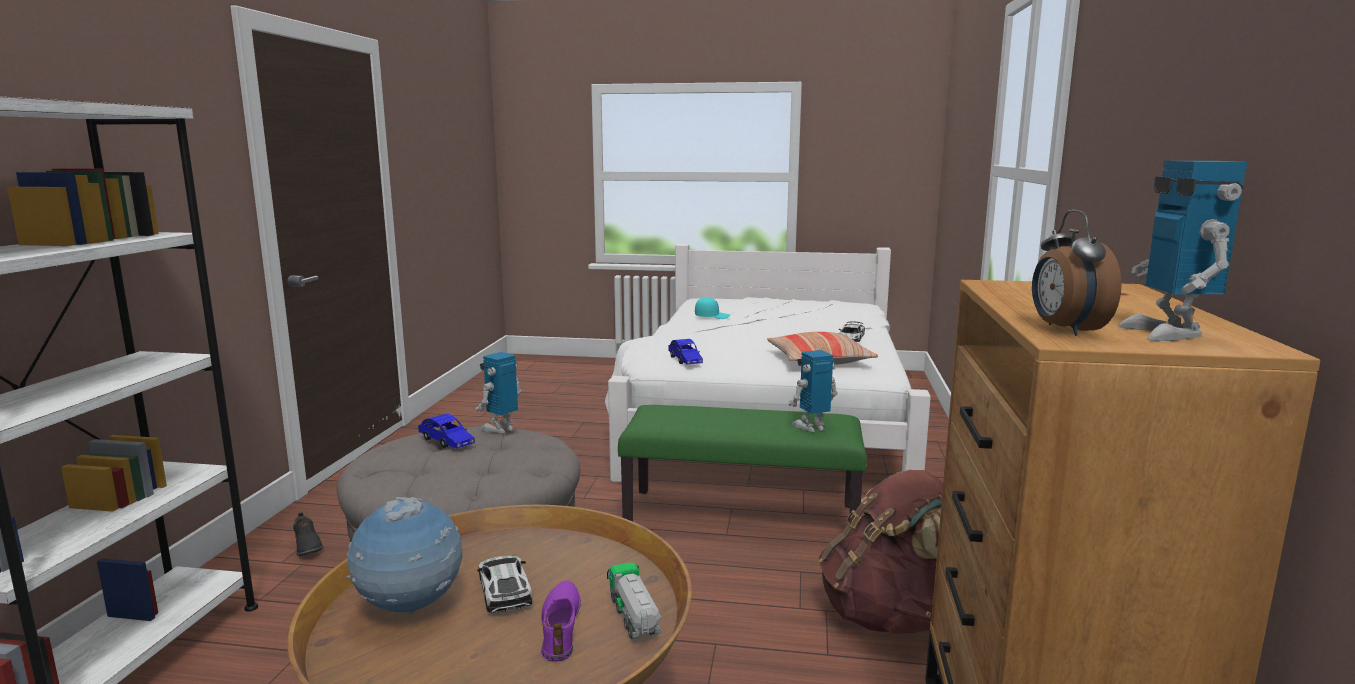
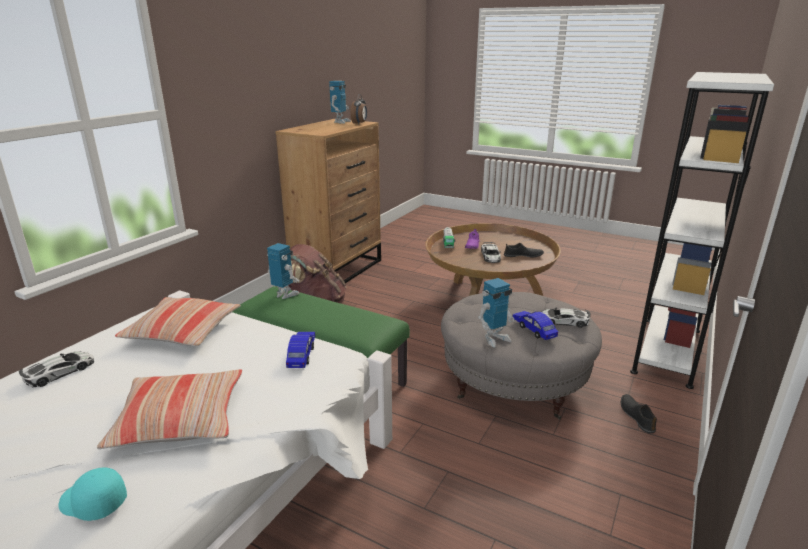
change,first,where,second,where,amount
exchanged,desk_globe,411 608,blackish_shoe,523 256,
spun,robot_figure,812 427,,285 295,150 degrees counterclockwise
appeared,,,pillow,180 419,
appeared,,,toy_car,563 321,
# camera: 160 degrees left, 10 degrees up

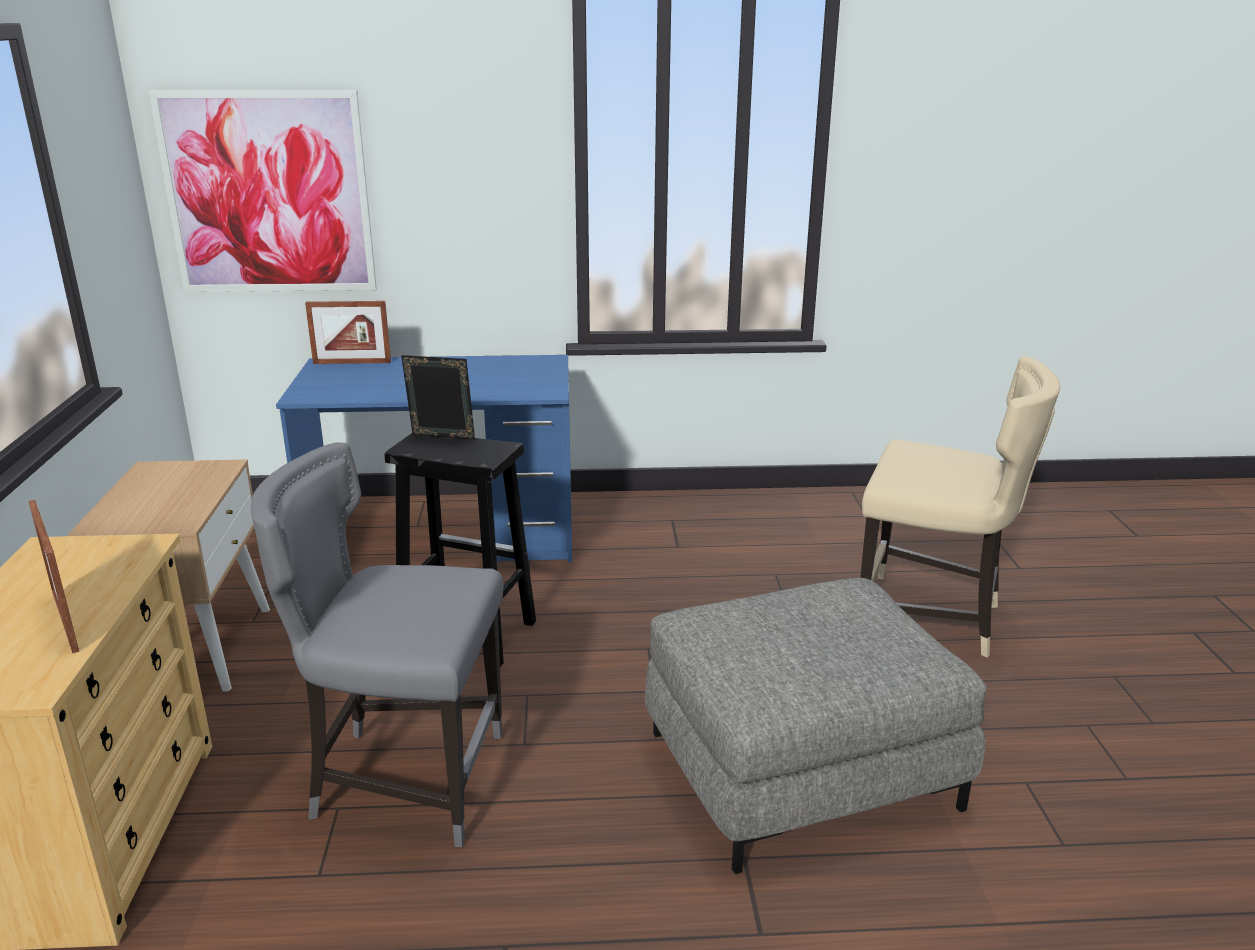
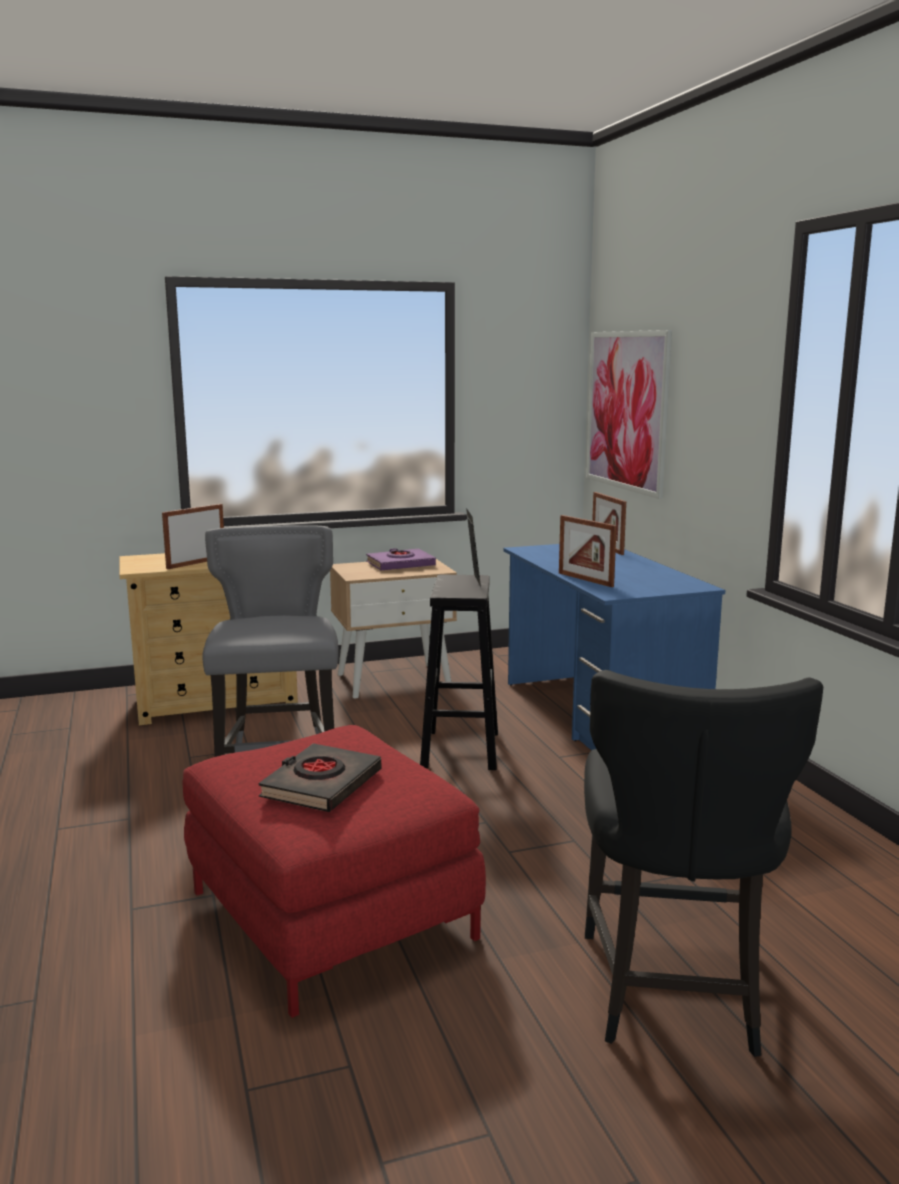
change,first,where,second,where,amount
colour,gray_pouffe,801 768,red-coloured_pouffe,333 914,
colour,beige_upright_chair,931 618,blackish_upright_chair,673 993,
appeared,,,blackish_volume,321 785,
appeared,,,purple_volume,400 565,
appeared,,,photo_frame,585 579,
# camera: 75 degrees right, 10 degrees down

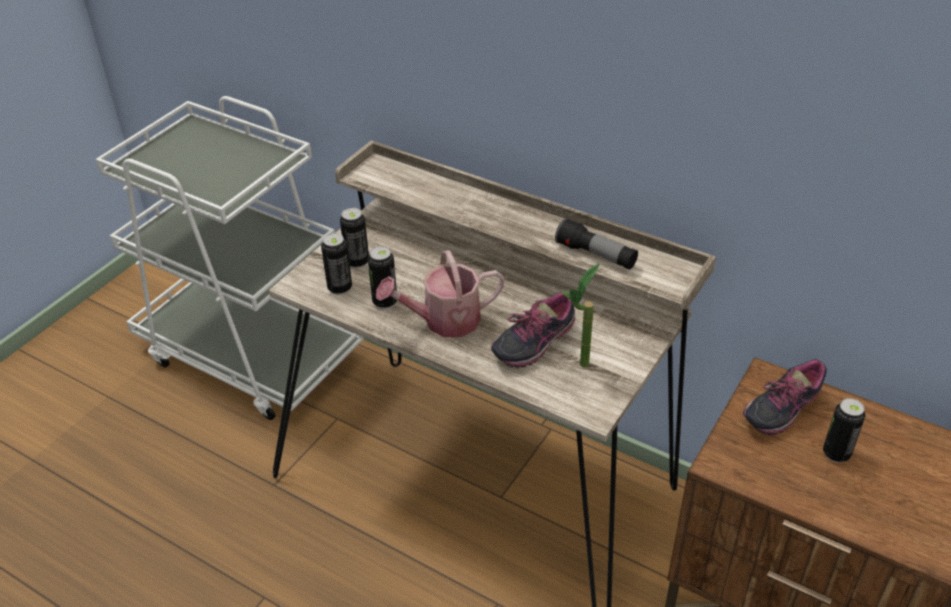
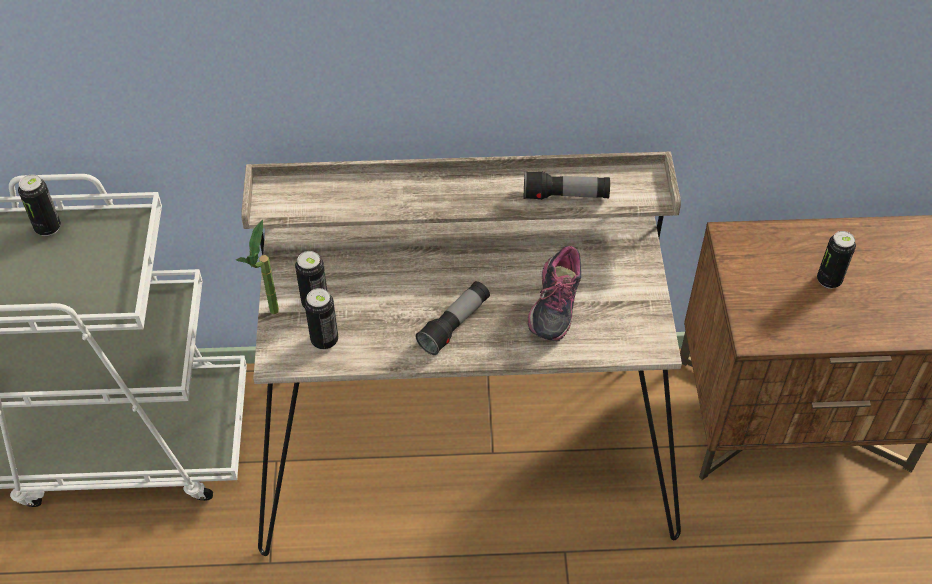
change,first,where,second,where,amount
relocated,can,385 302,,48 228,
exchanged,sprinkling_can,443 321,hand_torch,454 325,
relocated,potted_plant,577 369,,271 318,
missing,shoe,780 410,,,
# camera: 35 degrees left, 10 degrees up

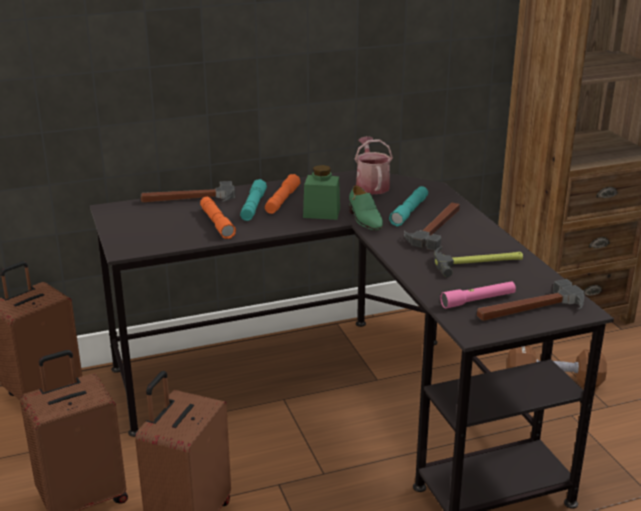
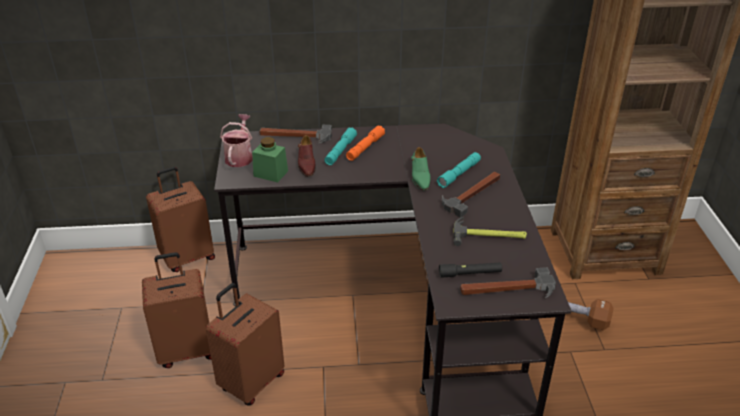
change,first,where,second,where,amount
exchanged,orange-coloured_hand_torch,217 223,brown_shoe,306 164,
relocated,green_storage_jar,321 213,,270 173,
relocated,sprinkling_can,371 185,,240 156,
colour,pinkish_hand_torch,478 300,blackish_hand_torch,470 273,
# camera: 15 degrees right, 10 degrees up

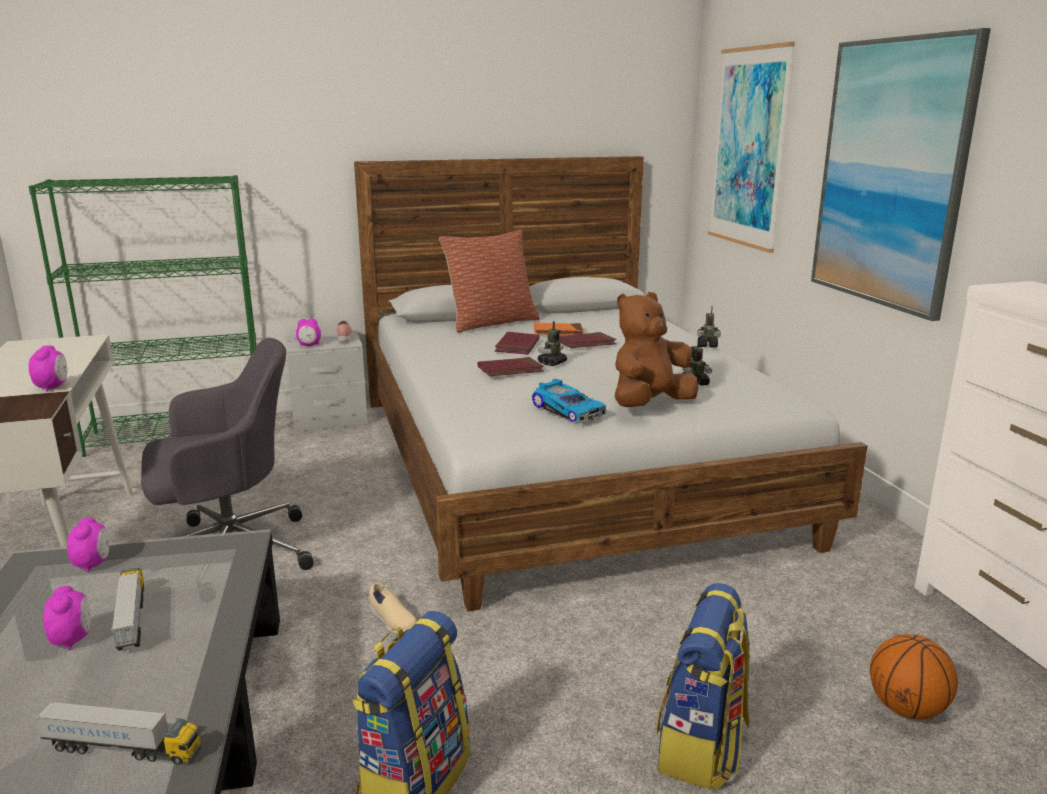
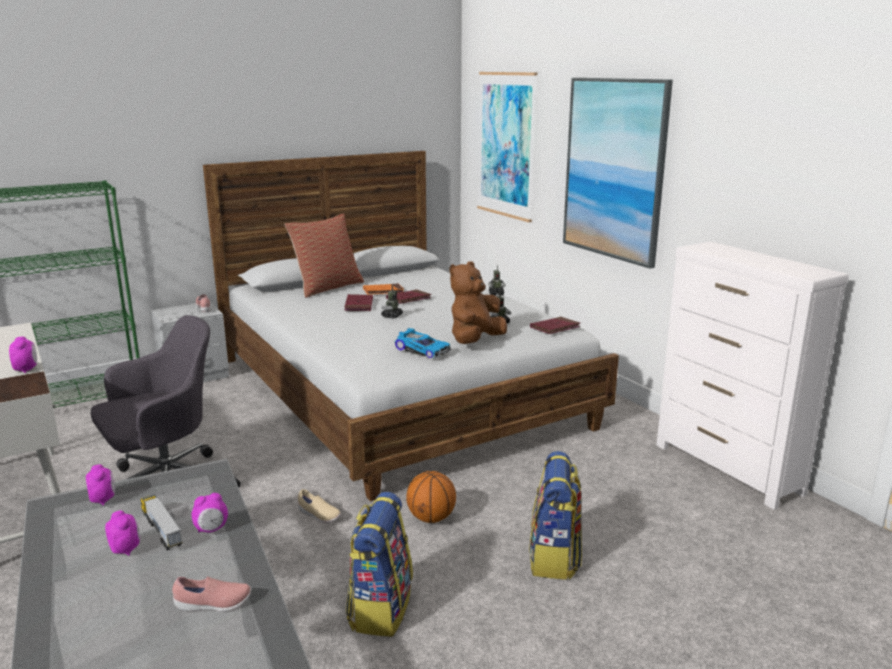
change,first,where,second,where,amount
exchanged,toy_lorry,123 749,pinkish_shoe,213 604,
relocated,table_clock,309 345,,211 529,
relocated,red-coloured_volume,510 370,,555 328,
relocated,basketball_ball,906 709,,431 518,
# camera: 15 degrees left, 0 degrees up

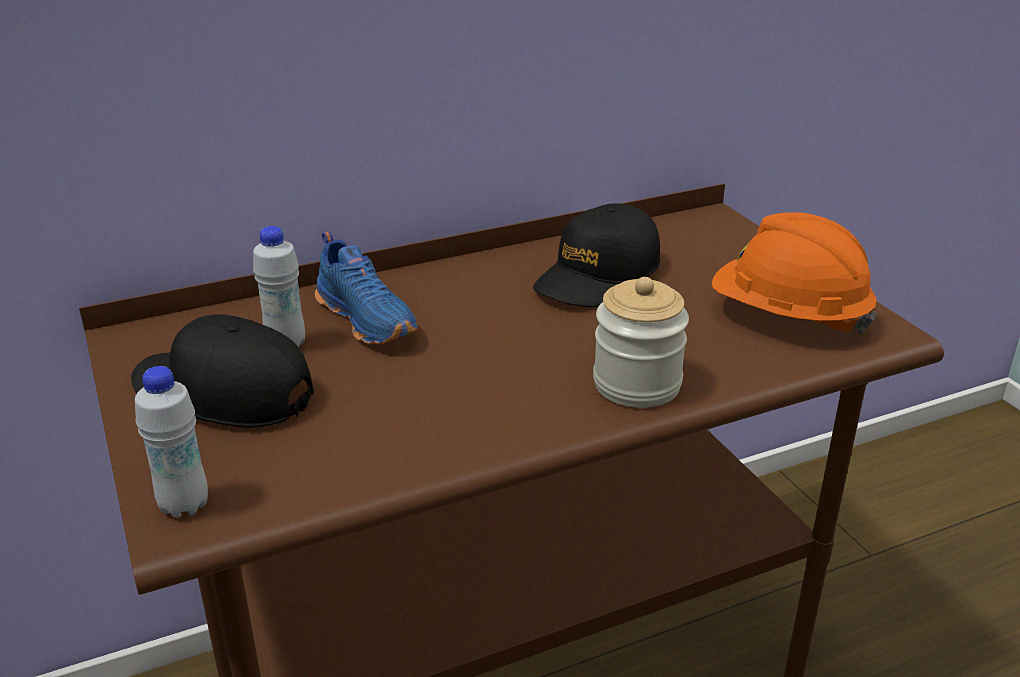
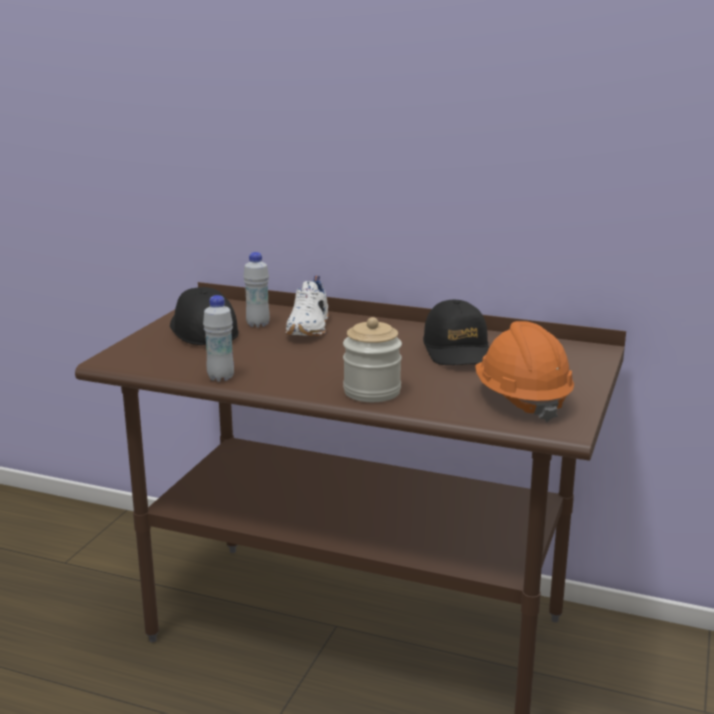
change,first,where,second,where,amount
relocated,whitish_bottle,184 505,,220 378,
colour,bluish_shoe,368 319,whitish_shoe,310 328,
spun,blackish_peaked_cap,598 276,,457 350,90 degrees counterclockwise
# camera: 45 degrees right, 10 degrees down

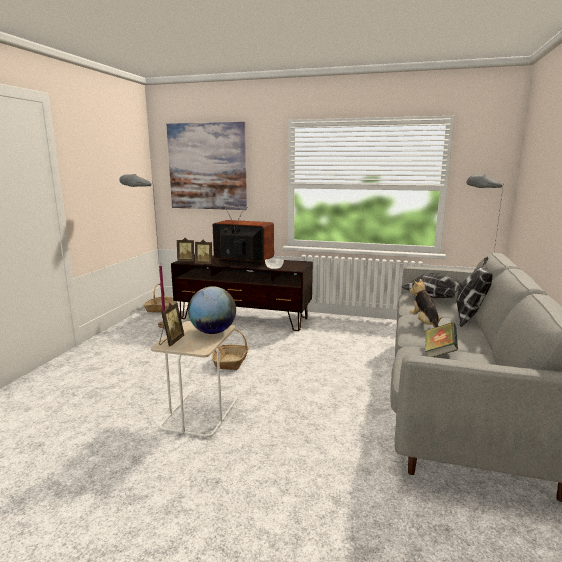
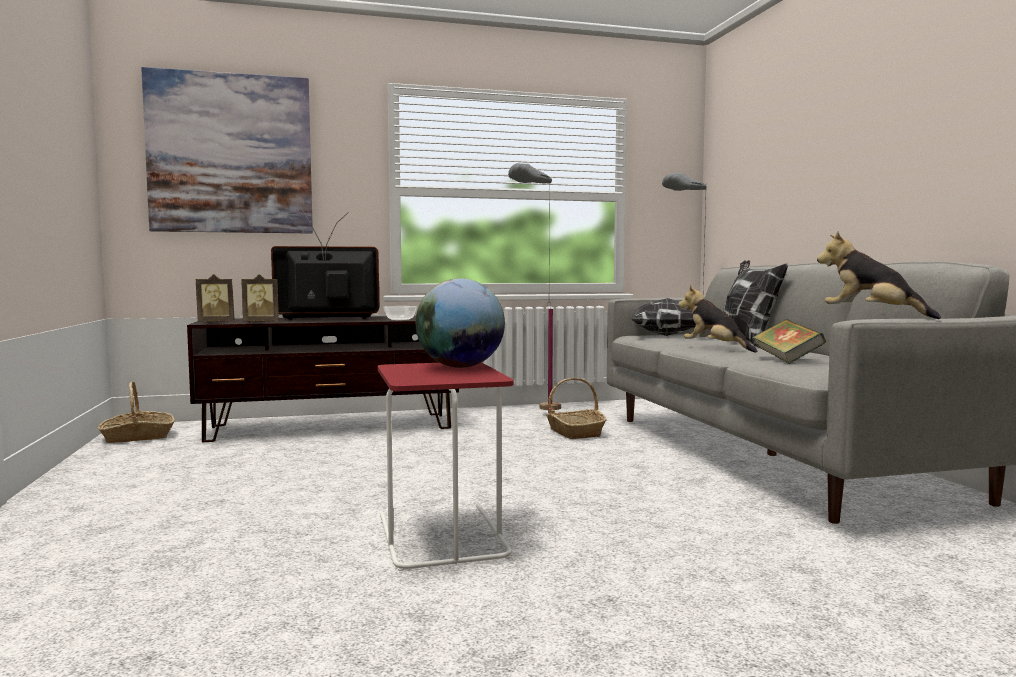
change,first,where,second,where,amount
relocated,gray_standing_lamp,153 330,,535 417,
colour,beige_accent_table,199 412,red-coloured_accent_table,440 535,
missing,photo_frame,171 341,,,
relocated,storage_basket,231 362,,574 432,
appeared,,,plush_toy,872 316,
# camera: 30 degrees left, 10 degrees down

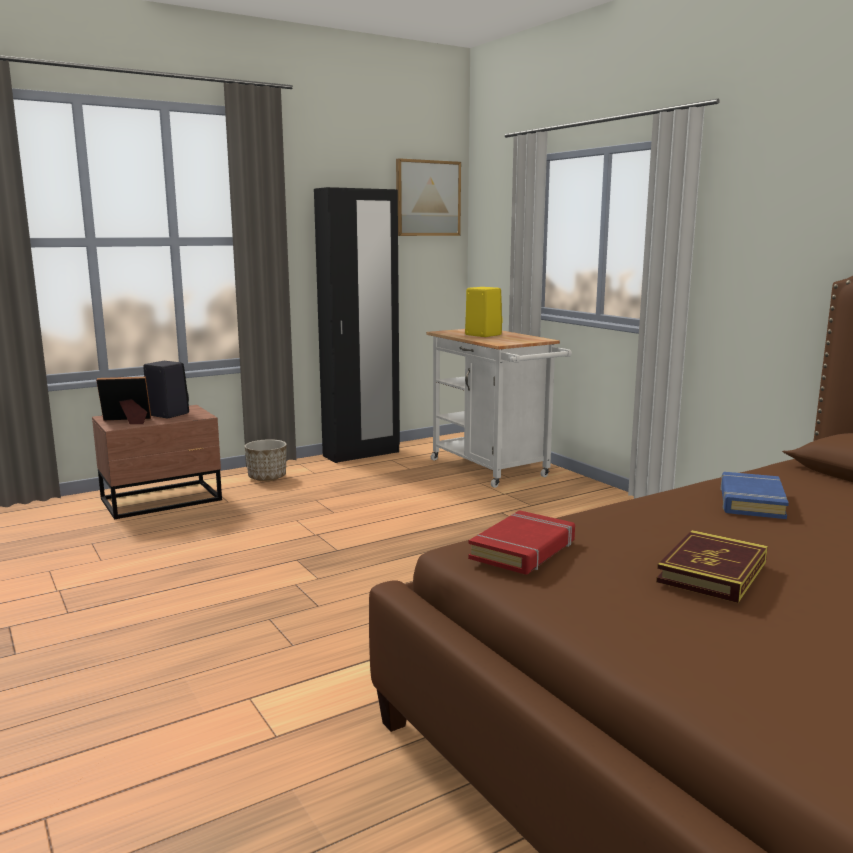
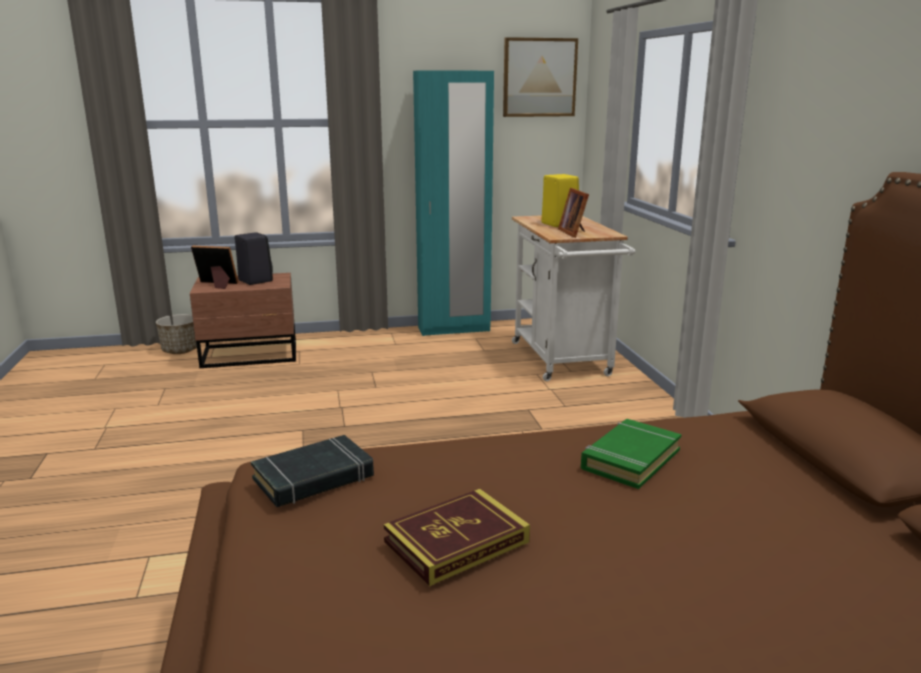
change,first,where,second,where,amount
relocated,flower_pot,267 477,,180 350,
colour,blackish_armoire,361 454,turquoise_armoire,454 329,
colour,red-coloured_volume,523 550,blackish_volume,314 478,
colour,bluish_volume,751 502,green_volume,630 459,
appeared,,,photo_frame,574 233,
# camera: 20 degrees right, 5 degrees up

